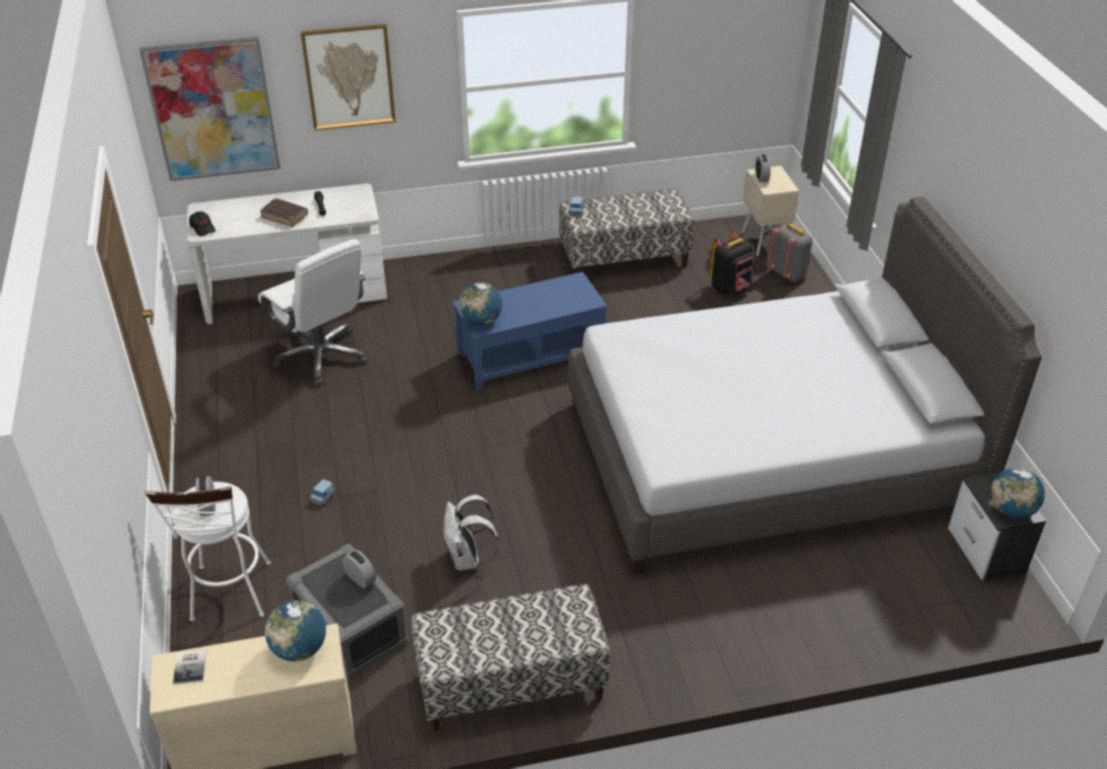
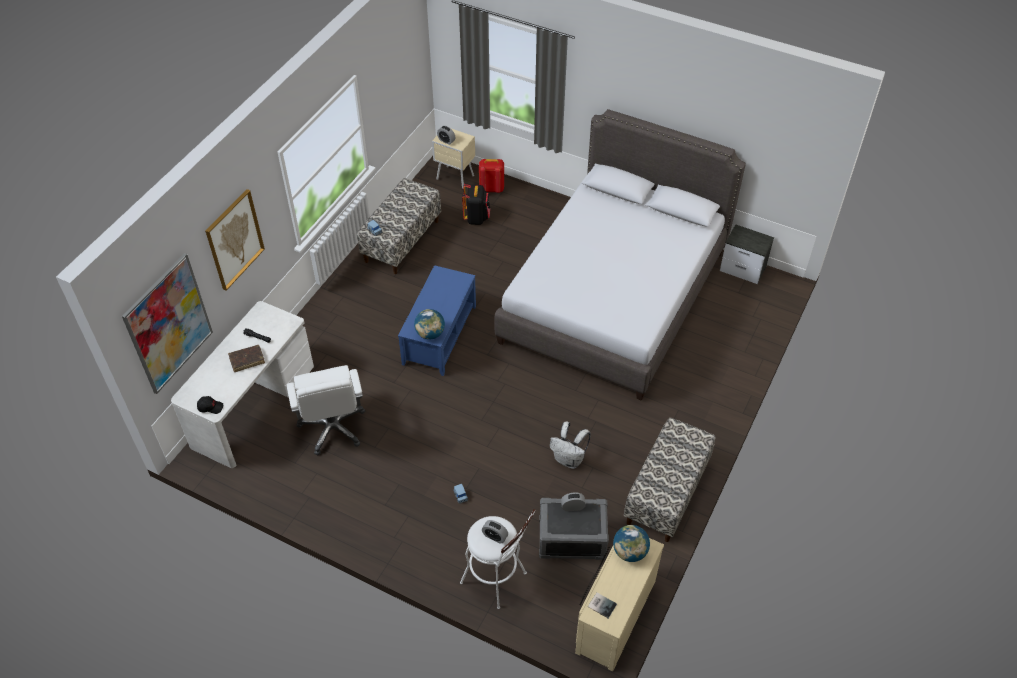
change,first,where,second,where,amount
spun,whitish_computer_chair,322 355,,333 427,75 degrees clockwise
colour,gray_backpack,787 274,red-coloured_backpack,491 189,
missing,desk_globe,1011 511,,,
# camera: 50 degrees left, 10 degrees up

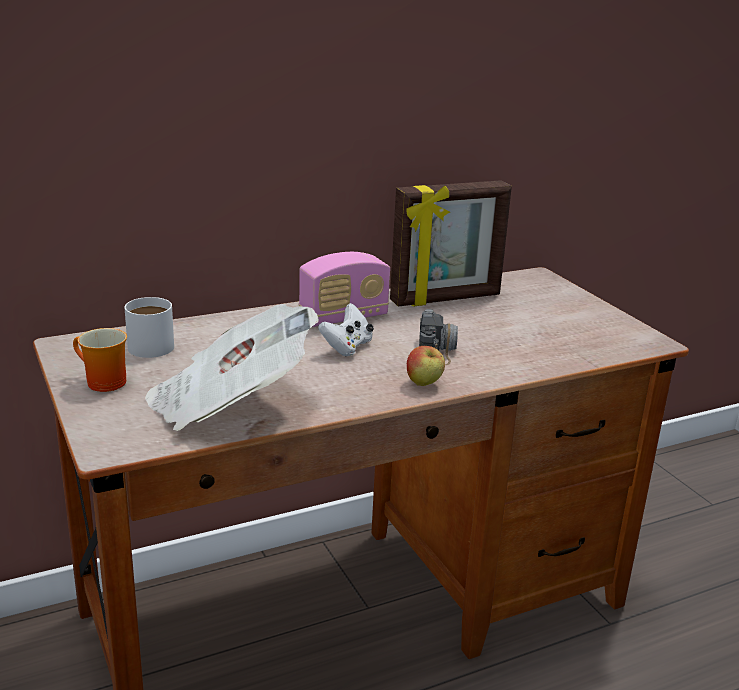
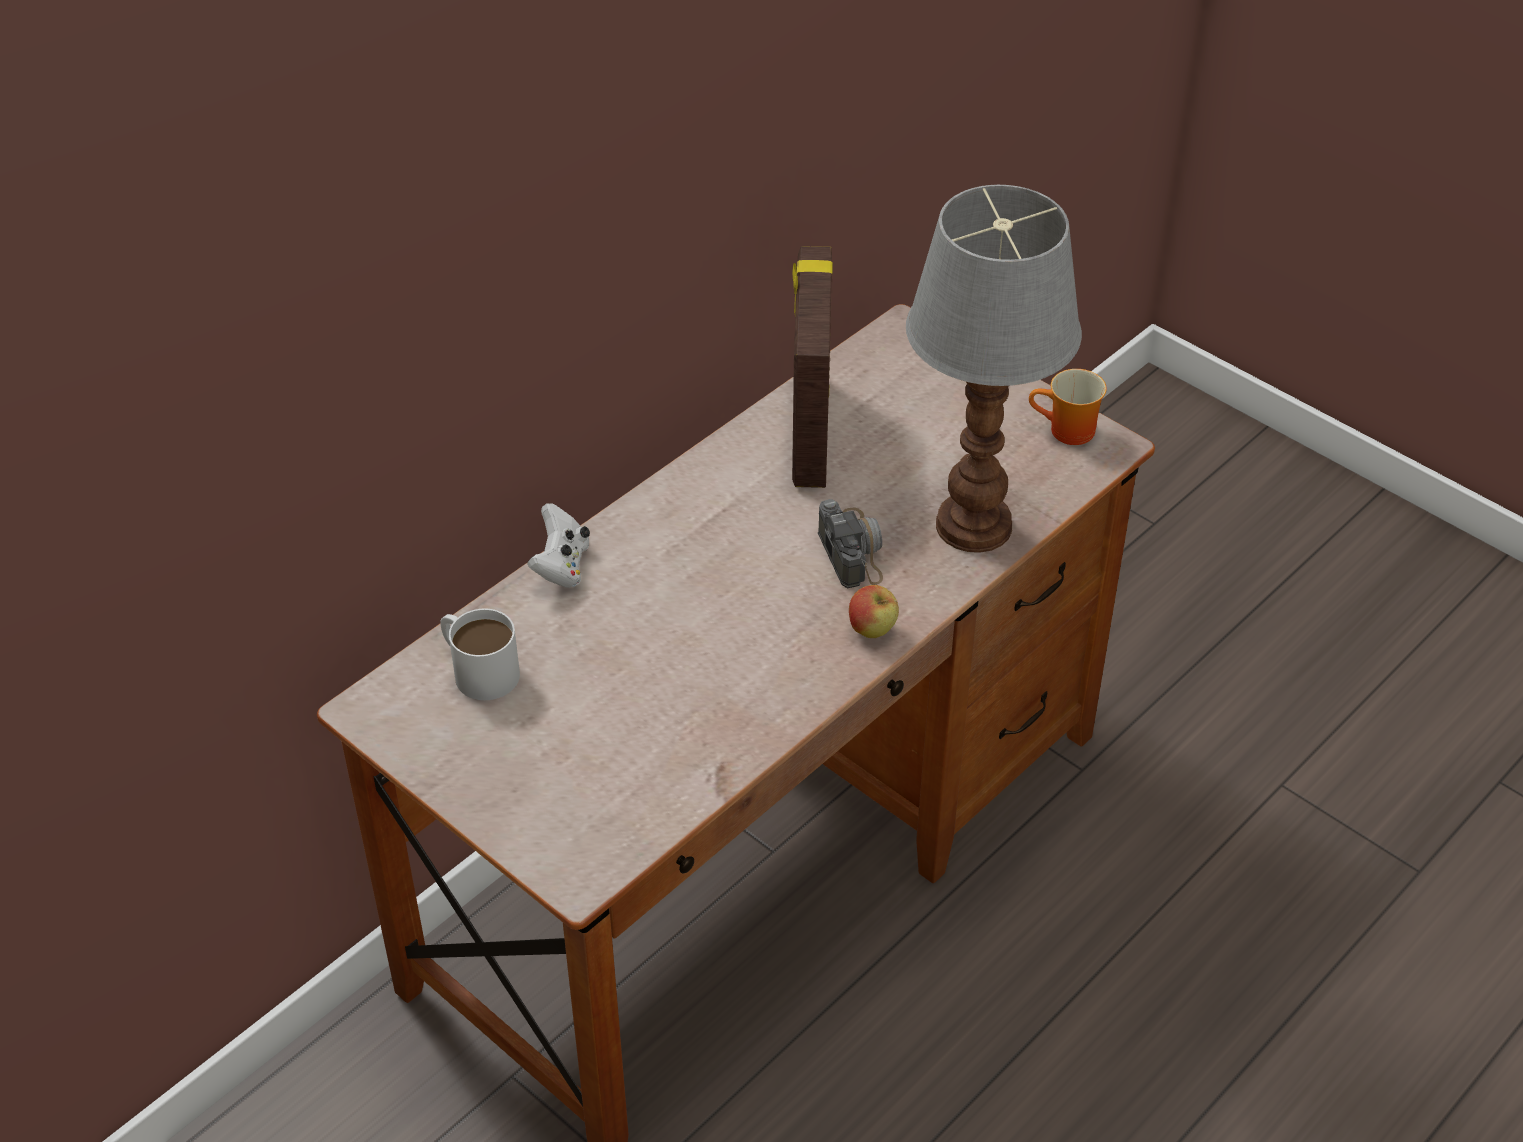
change,first,where,second,where,amount
relocated,mug,101 383,,1066 432,
missing,daily_paper,229 404,,,
missing,radio,343 318,,,
relocated,whitish_game_controller,347 347,,561 566,
spun,photo_frame,446 299,,808 433,135 degrees clockwise
appeared,,,table_lamp,975 523,
# camera: 20 degrees left, 20 degrees up

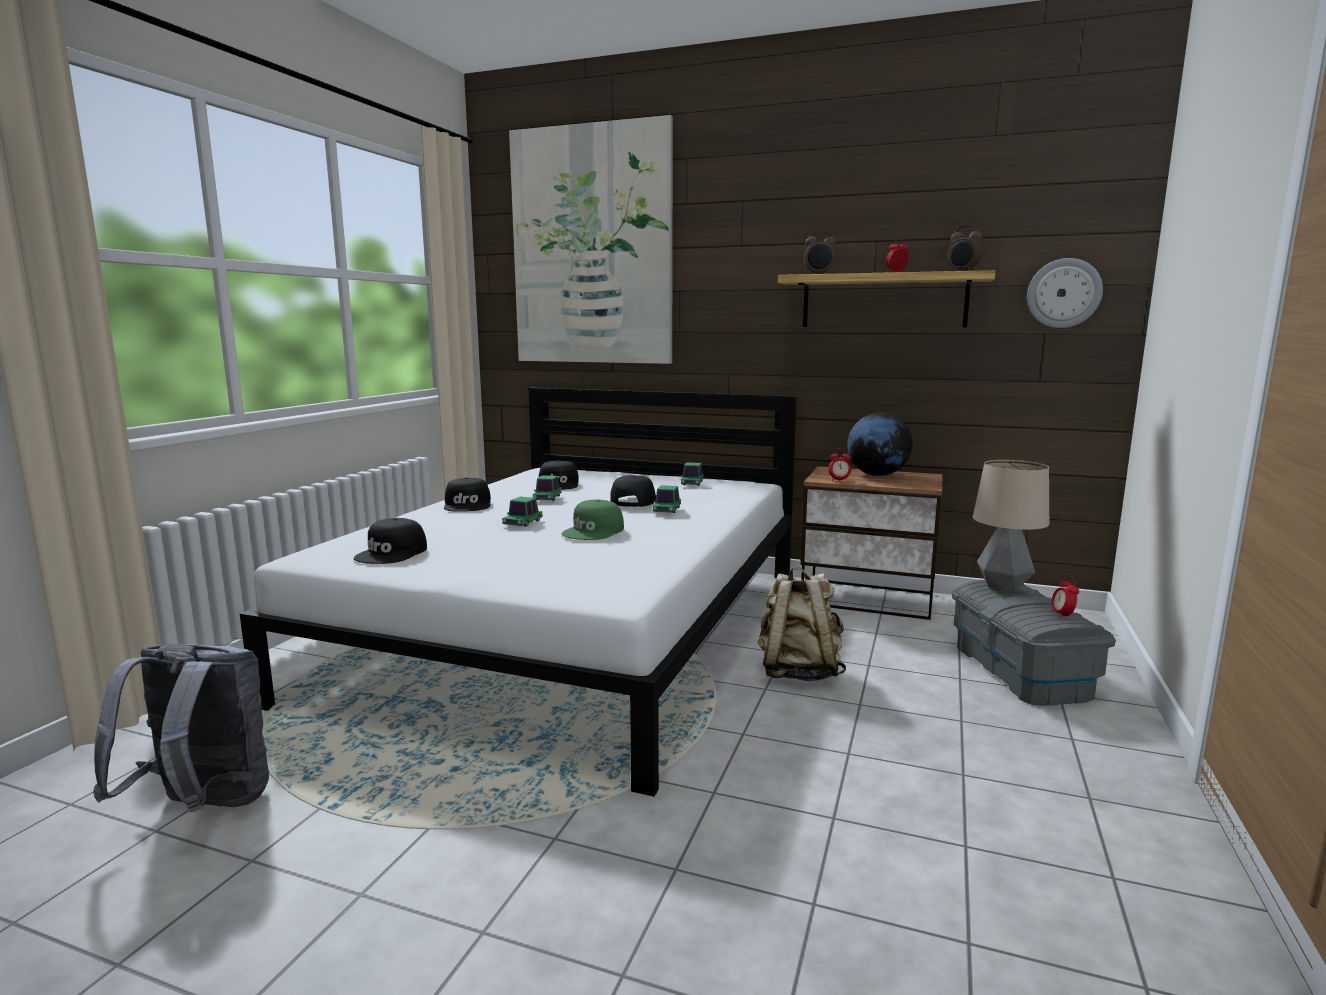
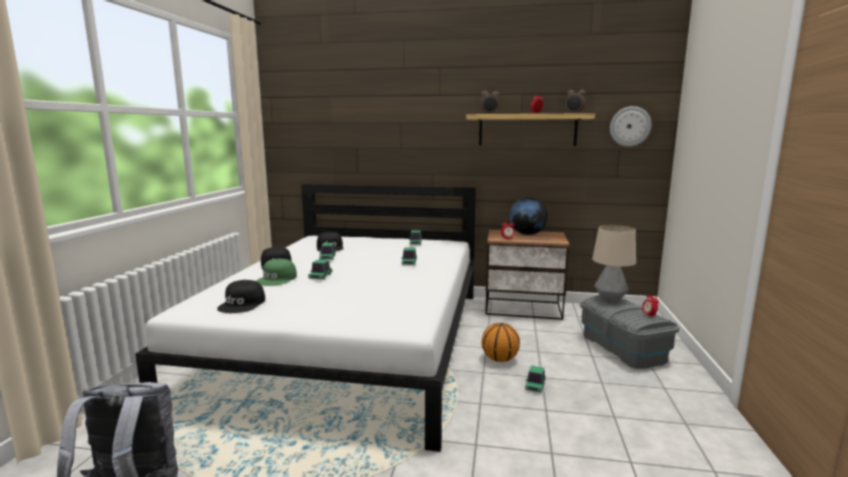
change,first,where,second,where,amount
missing,wall_picture,592 247,,,
relocated,green_peaked_cap,594 531,,277 279,
missing,blackish_peaked_cap,633 500,,,
exchanged,beige_backpack,798 672,basketball_ball,499 359,
appeared,,,toy_car,535 386,
# camera: 10 degrees left, 0 degrees up

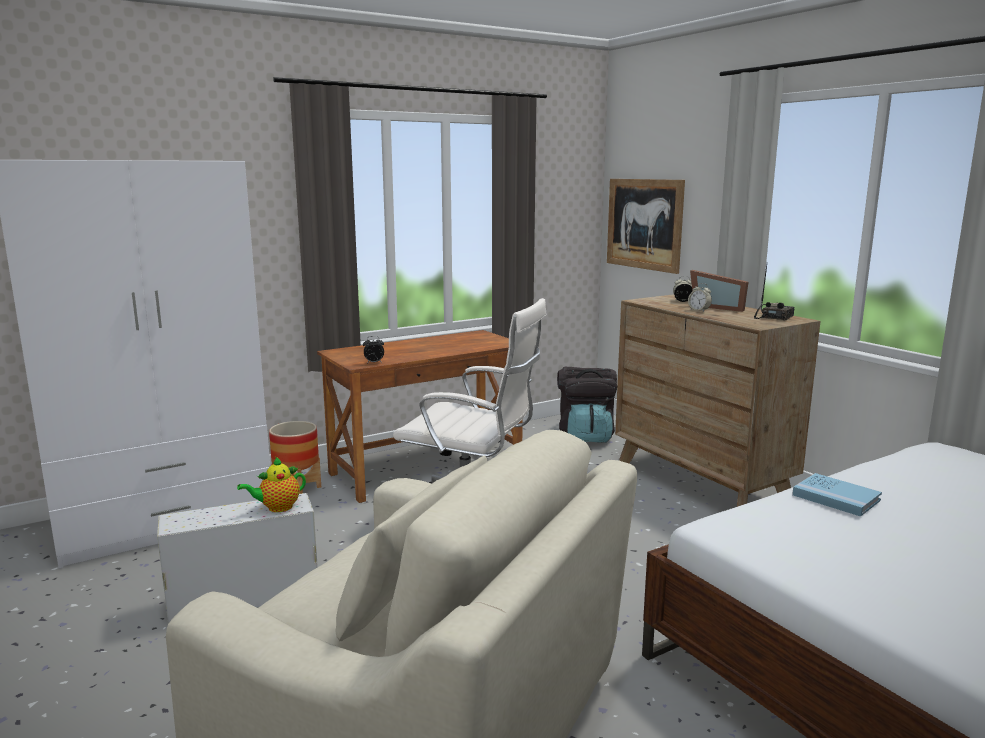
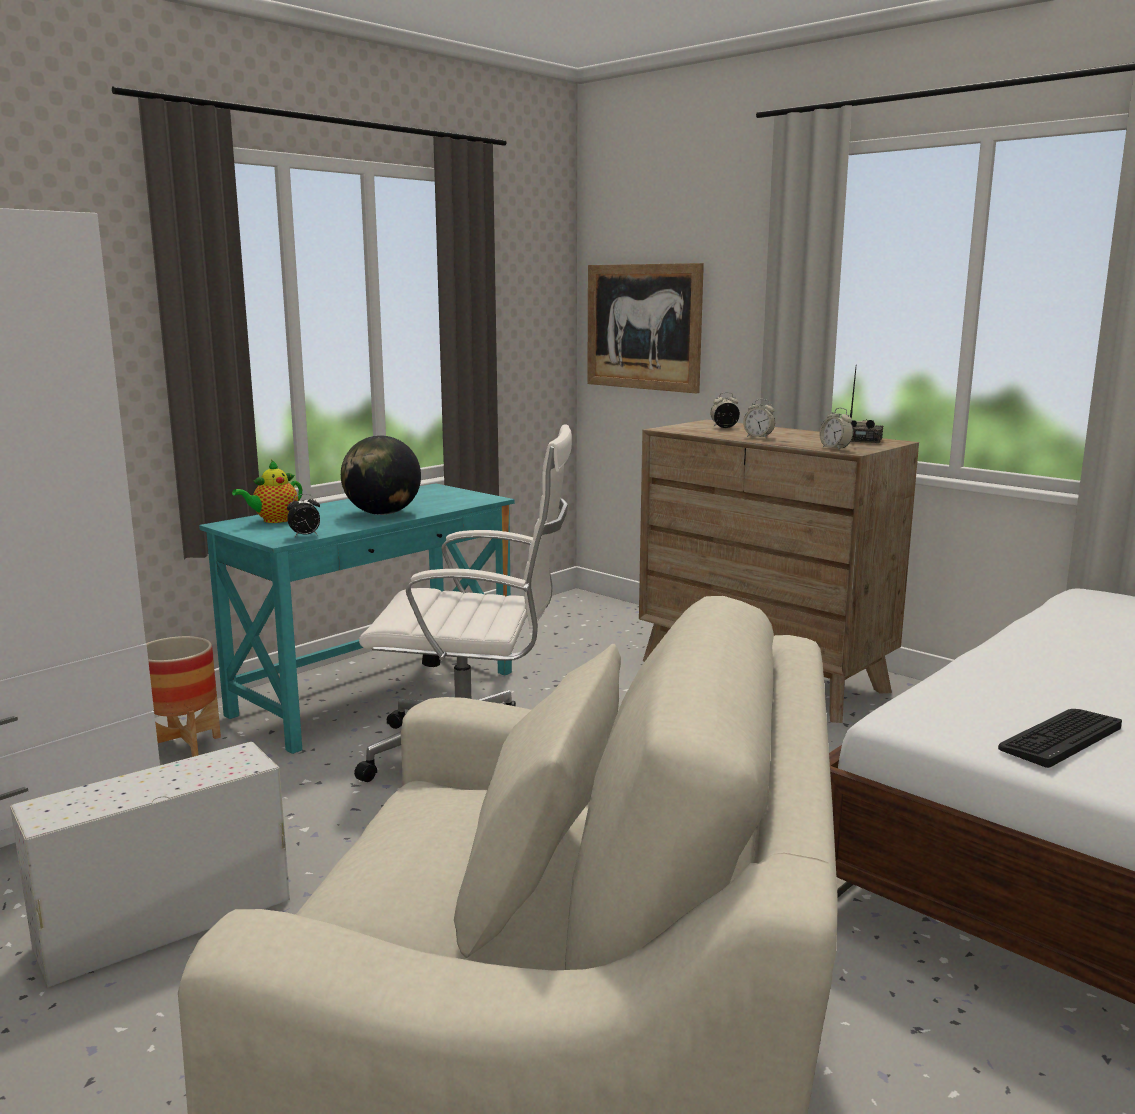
change,first,where,second,where,amount
relocated,tea_pot,277 508,,273 520,
colour,brown_desk_unit,426 468,turquoise_desk_unit,374 693,
missing,blackish_backpack,585 436,,,
missing,photo_frame,718 307,,,
missing,bluish_volume,836 497,,,
appeared,,,desk_globe,382 513,
appeared,,,table_clock,835 448,
appeared,,,computer_keyboard,1059 737,
# camera: 15 degrees left, 0 degrees up

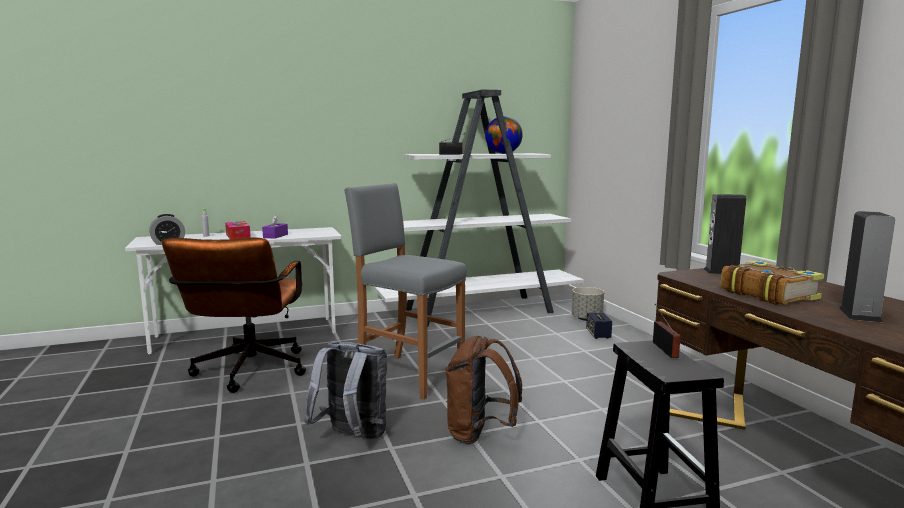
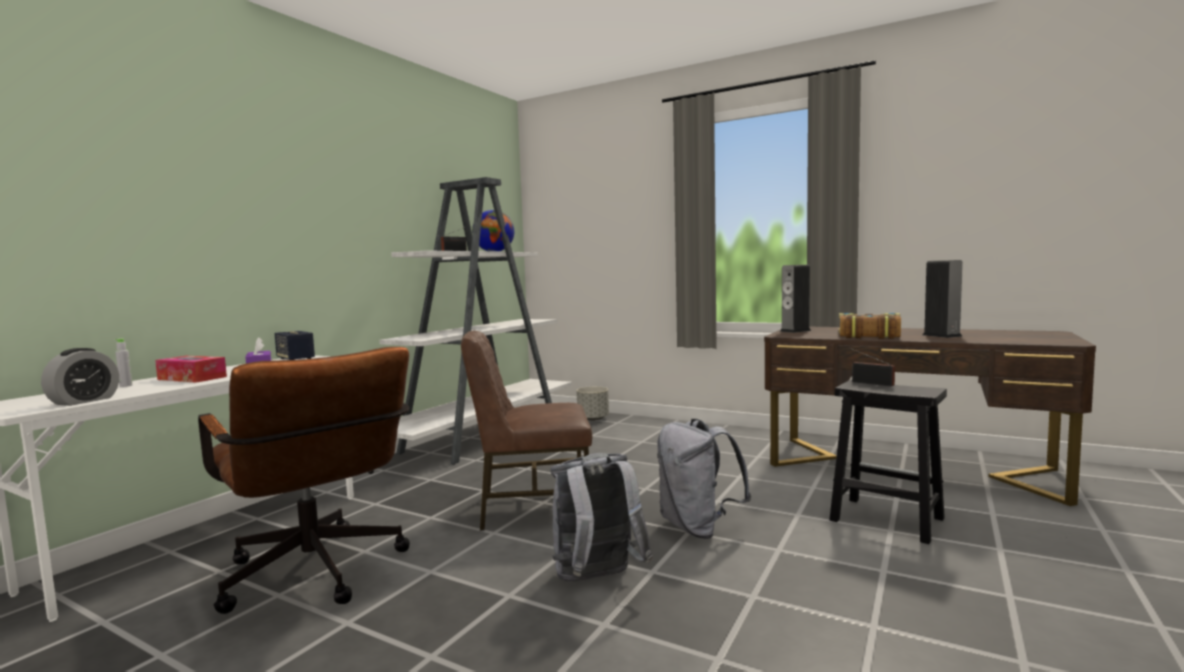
change,first,where,second,where,amount
exchanged,gray_stool_seat,408 375,brown_upright_chair,532 508,
colour,brown_backpack,480 434,gray_backpack,698 528,
relocated,loudspeaker,598 334,,295 359,
# camera: 40 degrees left, 5 degrees down

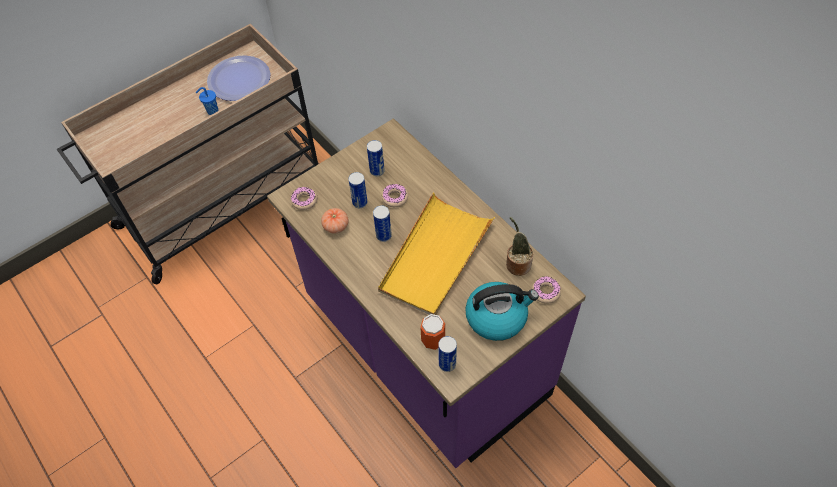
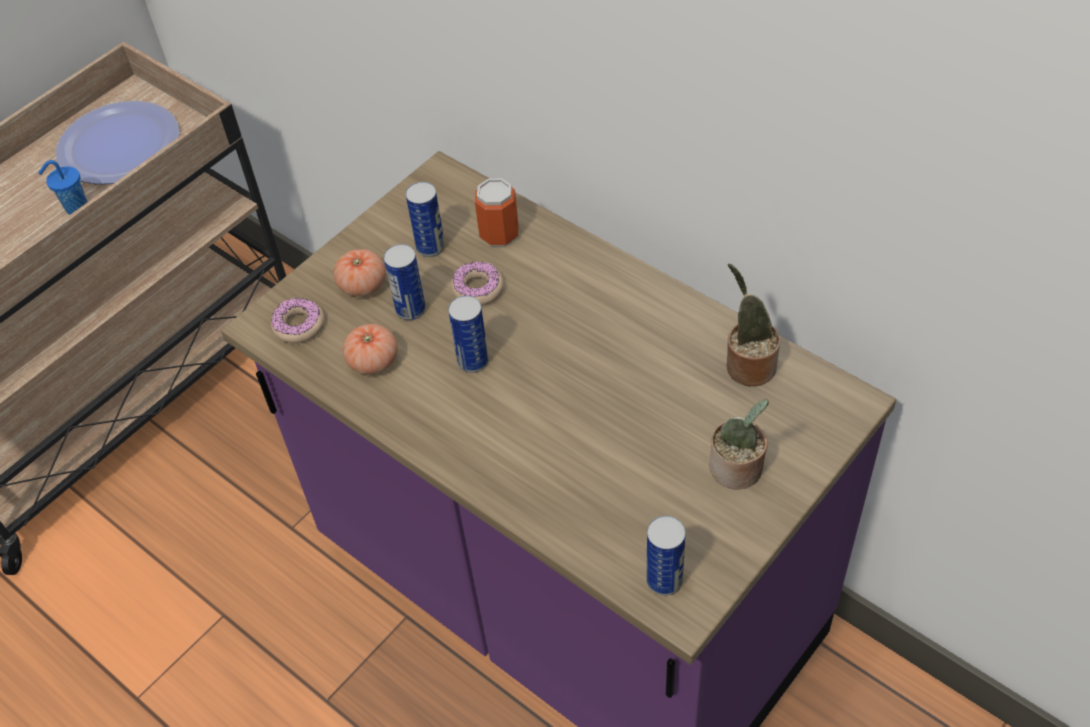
change,first,where,second,where,amount
missing,yellow_tray,435 257,,,
relocated,can,433 340,,499 234,
exchanged,tea_kettle,497 317,potted_plant,738 470,
missing,donut,545 292,,,
appeared,,,whole_tomato,363 285,
# camera: 10 degrees left, 5 degrees down

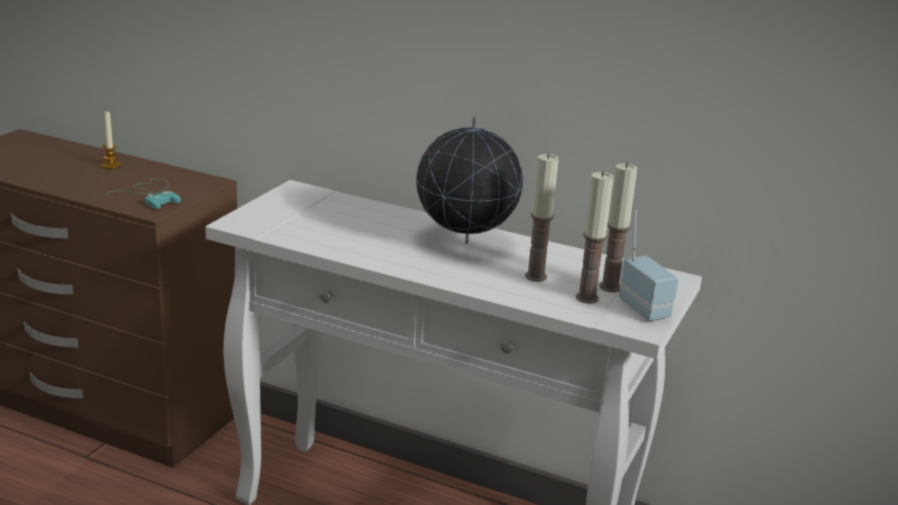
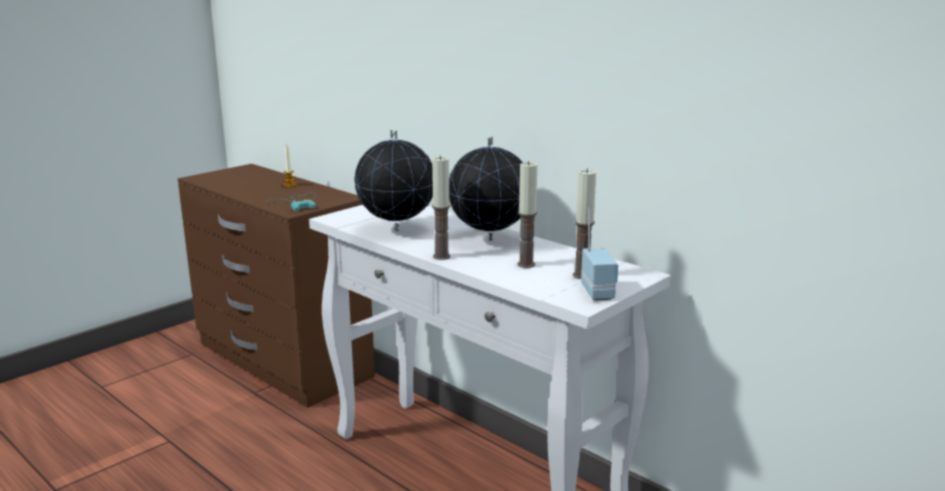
change,first,where,second,where,amount
relocated,candle,587 298,,441 256,
appeared,,,desk_globe,397 230,
# camera: 20 degrees right, 5 degrees down

